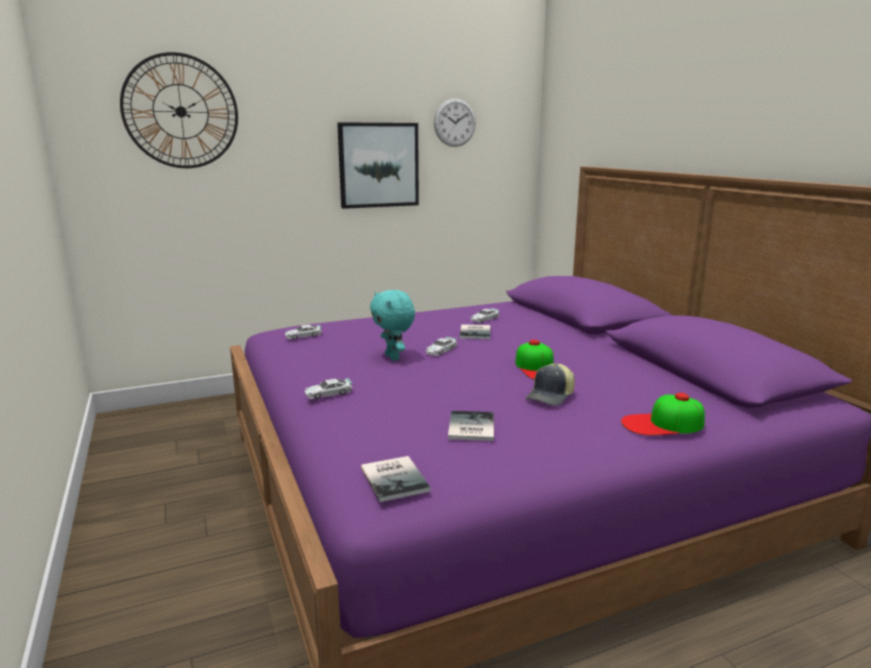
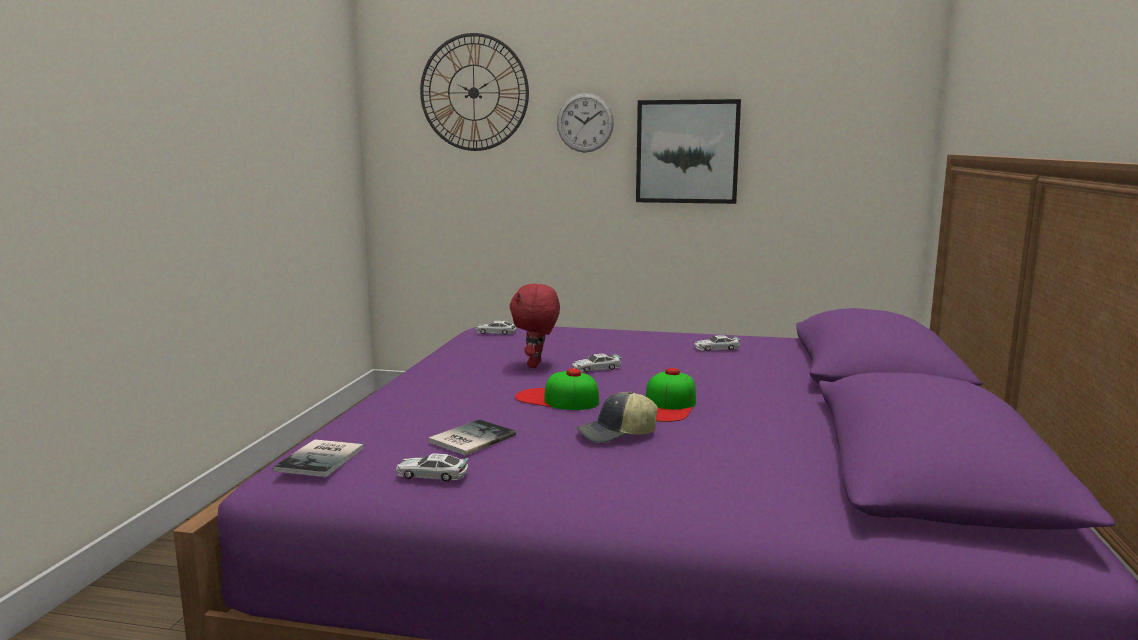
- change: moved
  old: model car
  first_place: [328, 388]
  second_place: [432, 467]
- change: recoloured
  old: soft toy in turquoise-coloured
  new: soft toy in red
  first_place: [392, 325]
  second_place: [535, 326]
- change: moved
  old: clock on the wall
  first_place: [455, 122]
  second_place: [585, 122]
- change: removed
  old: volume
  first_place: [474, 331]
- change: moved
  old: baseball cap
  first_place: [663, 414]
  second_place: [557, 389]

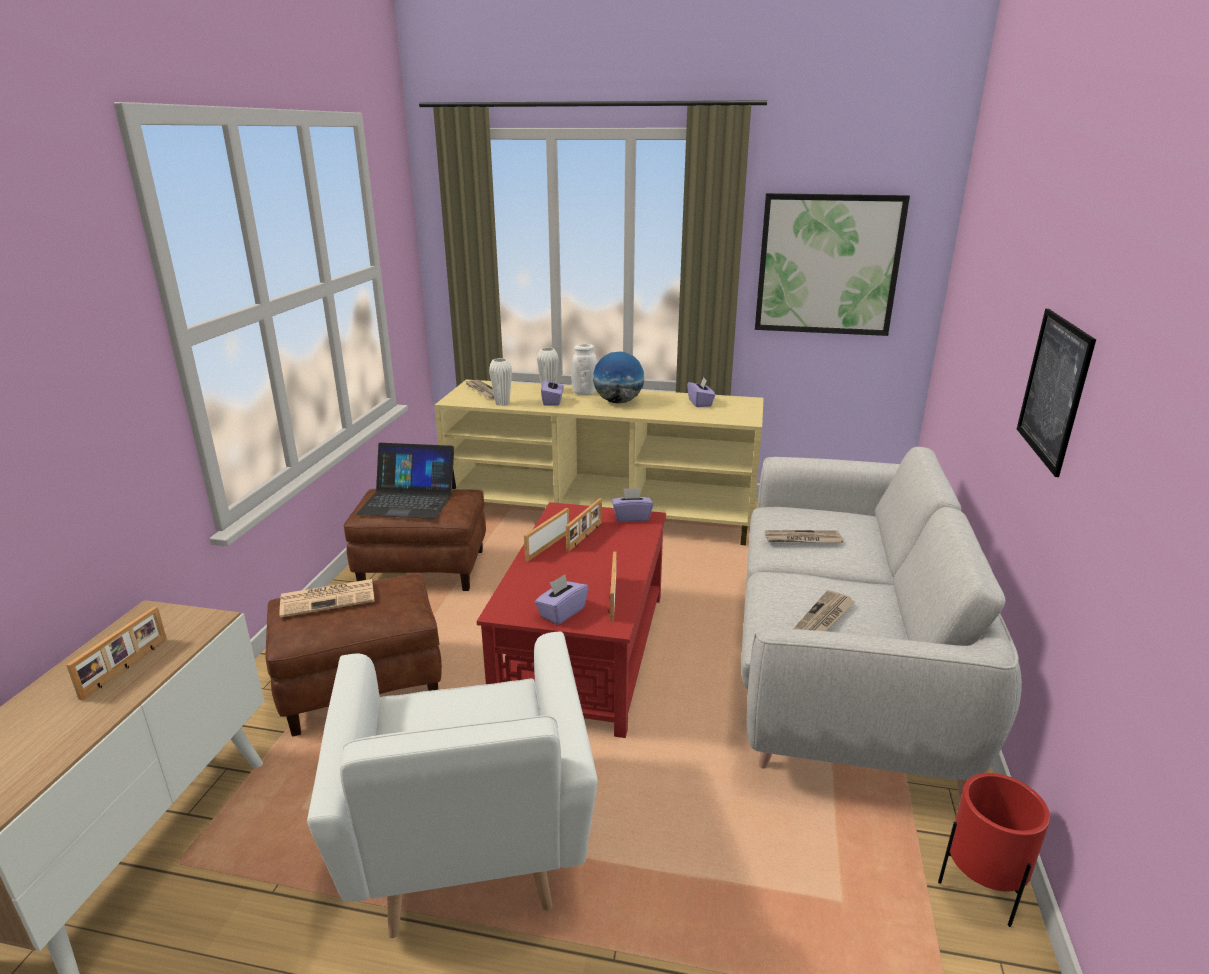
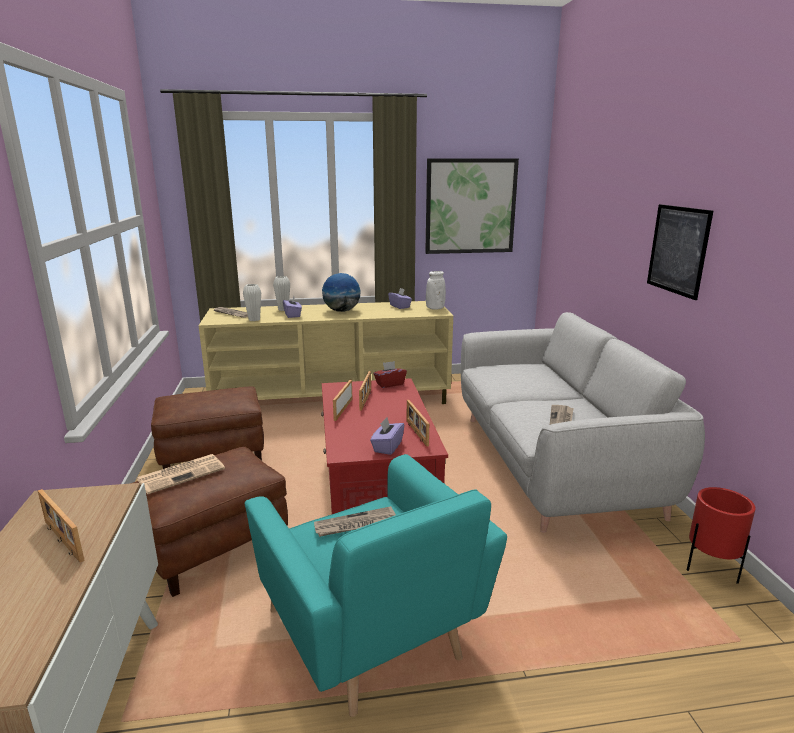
- change: turned
  old: standing frame
  first_place: [116, 653]
  second_place: [61, 526]
  degrees: 135
- change: recoloured
  old: easy chair in whitish
  new: easy chair in turquoise-coloured
  first_place: [452, 785]
  second_place: [376, 585]
- change: removed
  old: laptop
  first_place: [406, 481]
- change: moved
  old: vase in whitish
  first_place: [584, 369]
  second_place: [436, 290]
- change: recoloured
  old: tissue holder in purple-coloured
  new: tissue holder in red
  first_place: [632, 505]
  second_place: [390, 374]
- change: moved
  old: daily paper
  first_place: [804, 536]
  second_place: [355, 521]

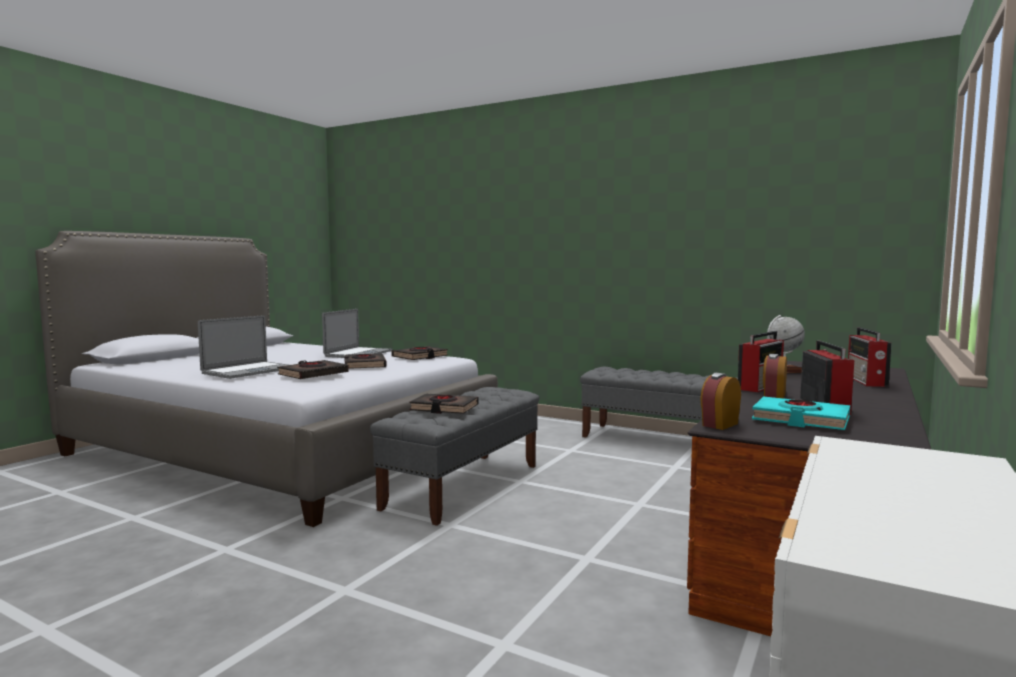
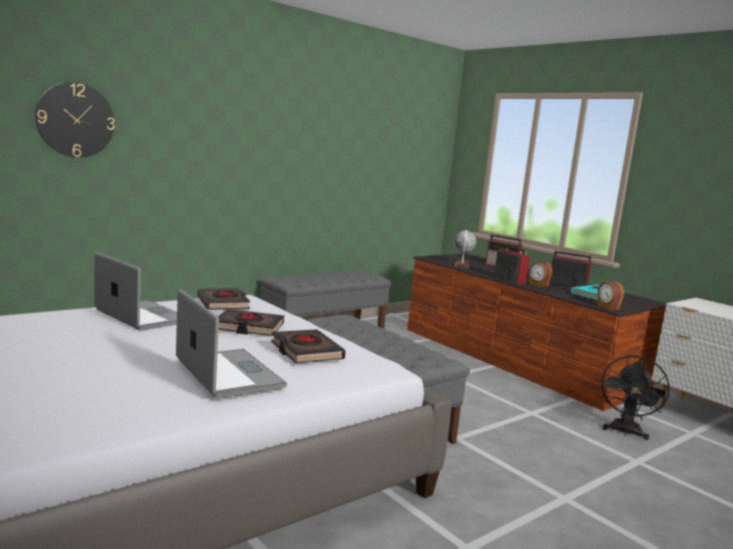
- change: removed
  old: volume in black
  first_place: [443, 404]
- change: added
  new: clock on the wall
  second_place: [75, 120]
- change: added
  new: fan in black
  second_place: [635, 397]

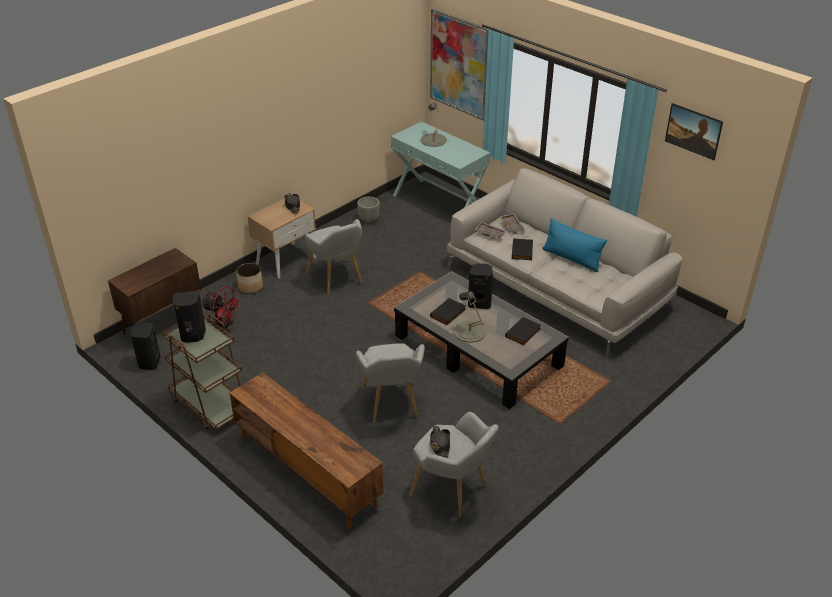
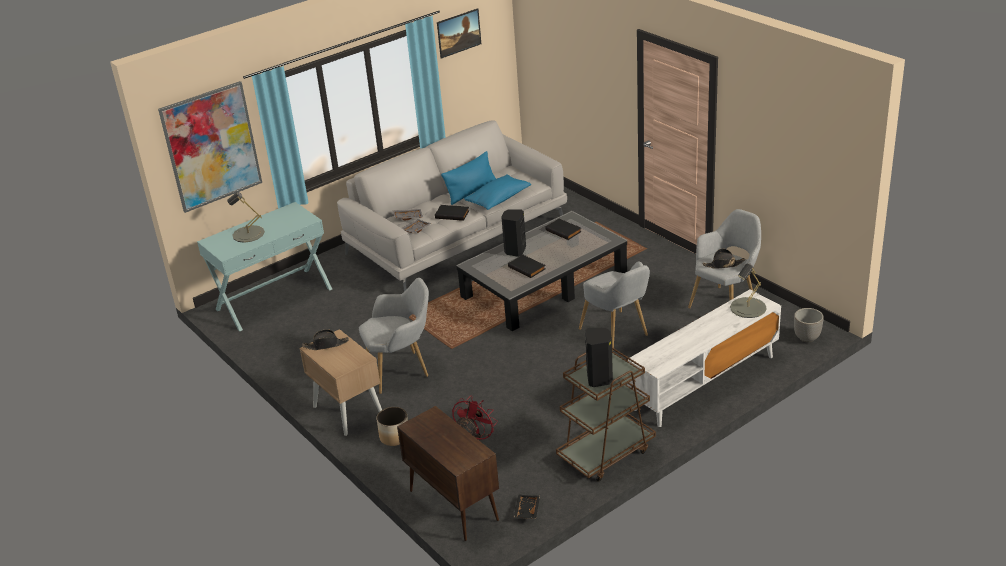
- change: replaced
  old: speaker in black
  new: tray in black
  first_place: [145, 346]
  second_place: [527, 506]
- change: recoloured
  old: tv unit in brown
  new: tv unit in whitish
  first_place: [306, 450]
  second_place: [704, 358]
- change: turned
  old: easy chair in gray
  first_place: [390, 383]
  second_place: [614, 306]
  degrees: 60
- change: moved
  old: plant pot
  first_place: [368, 210]
  second_place: [809, 325]
- change: moved
  old: lamp for a table in gray
  first_place: [470, 317]
  second_place: [748, 290]
- change: added
  new: pillow in bluish
  second_place: [497, 192]

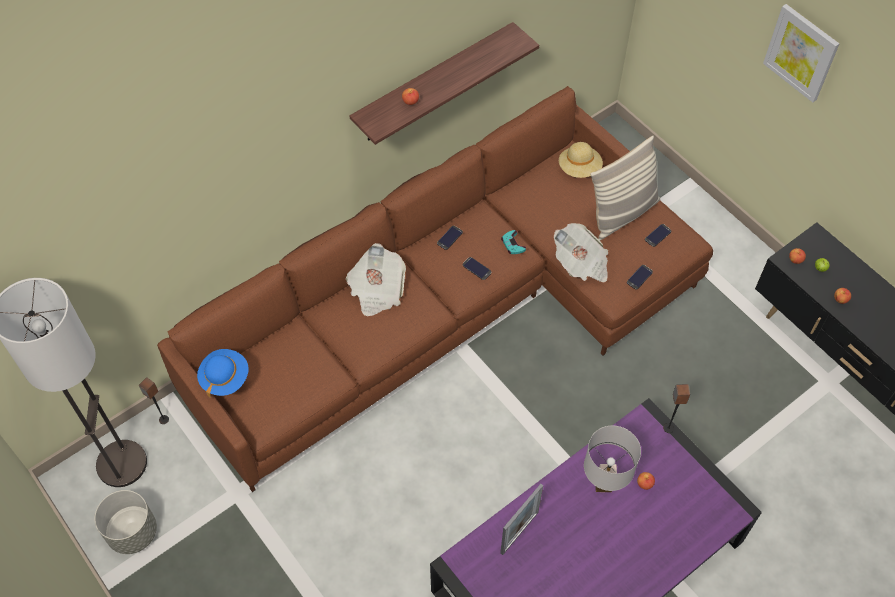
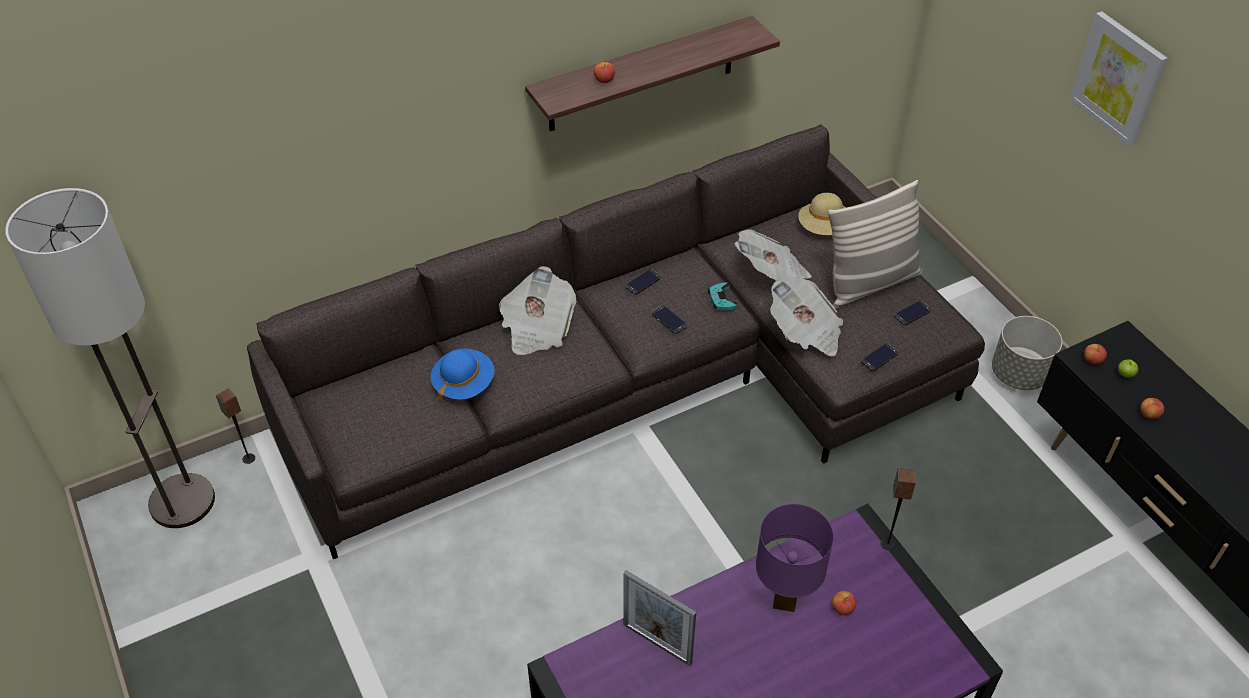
- change: moved
  old: plant pot in gray
  first_place: [125, 522]
  second_place: [1027, 353]
- change: recoloured
  old: settee in brown
  new: settee in gray
  first_place: [435, 289]
  second_place: [616, 341]
- change: moved
  old: wearable hat in bluish
  first_place: [223, 373]
  second_place: [462, 375]
- change: turned
  old: standing frame
  first_place: [521, 519]
  second_place: [659, 618]
  degrees: 75
- change: recoloured
  old: lamp for a table in whitish
  new: lamp for a table in purple-coloured
  first_place: [612, 459]
  second_place: [795, 558]
- change: added
  new: daily paper
  second_place: [772, 255]

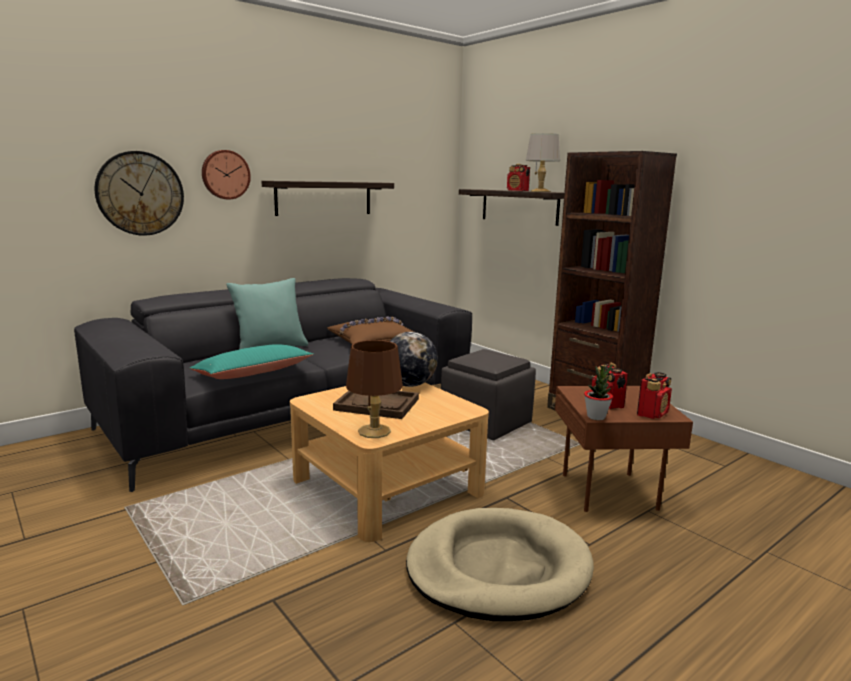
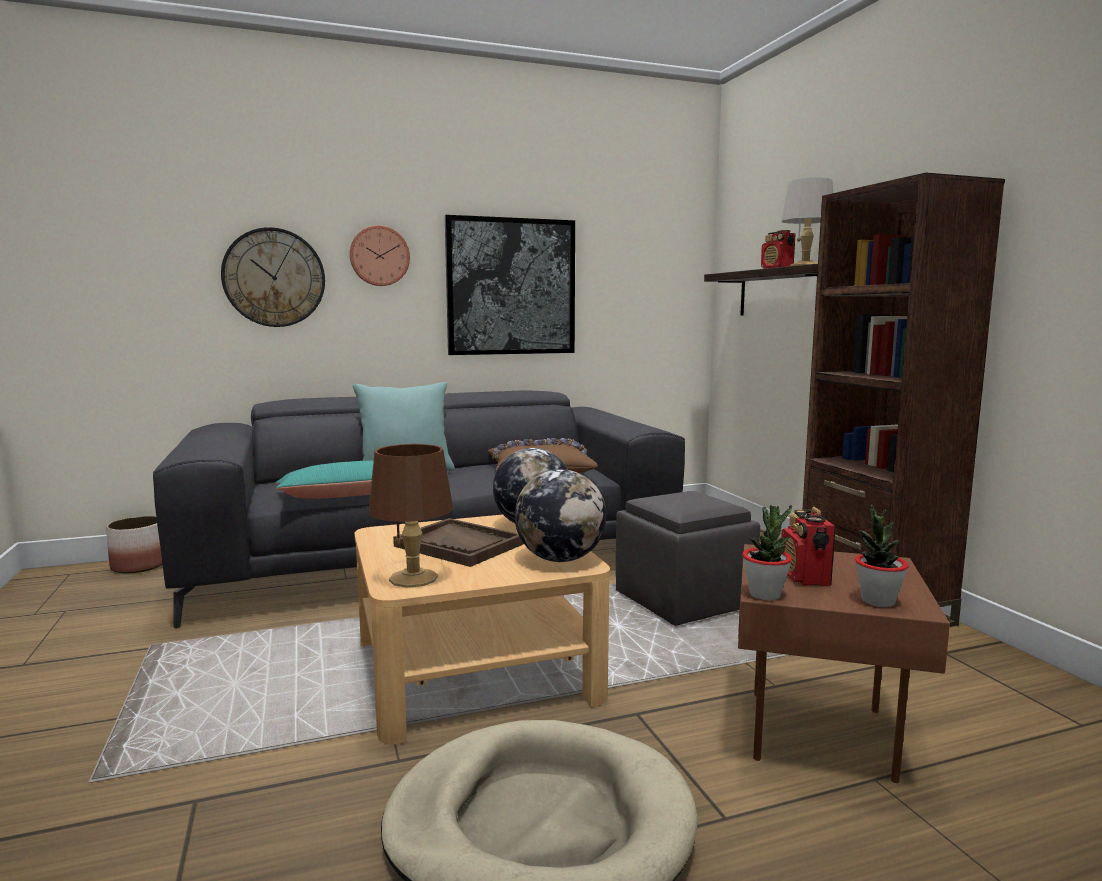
- change: replaced
  old: bracket shelf
  new: picture
  first_place: [327, 198]
  second_place: [510, 285]
- change: replaced
  old: radio receiver
  new: plant in a pot
  first_place: [654, 395]
  second_place: [882, 555]
- change: added
  new: plant pot
  second_place: [134, 544]
- change: added
  new: desk globe
  second_place: [560, 515]

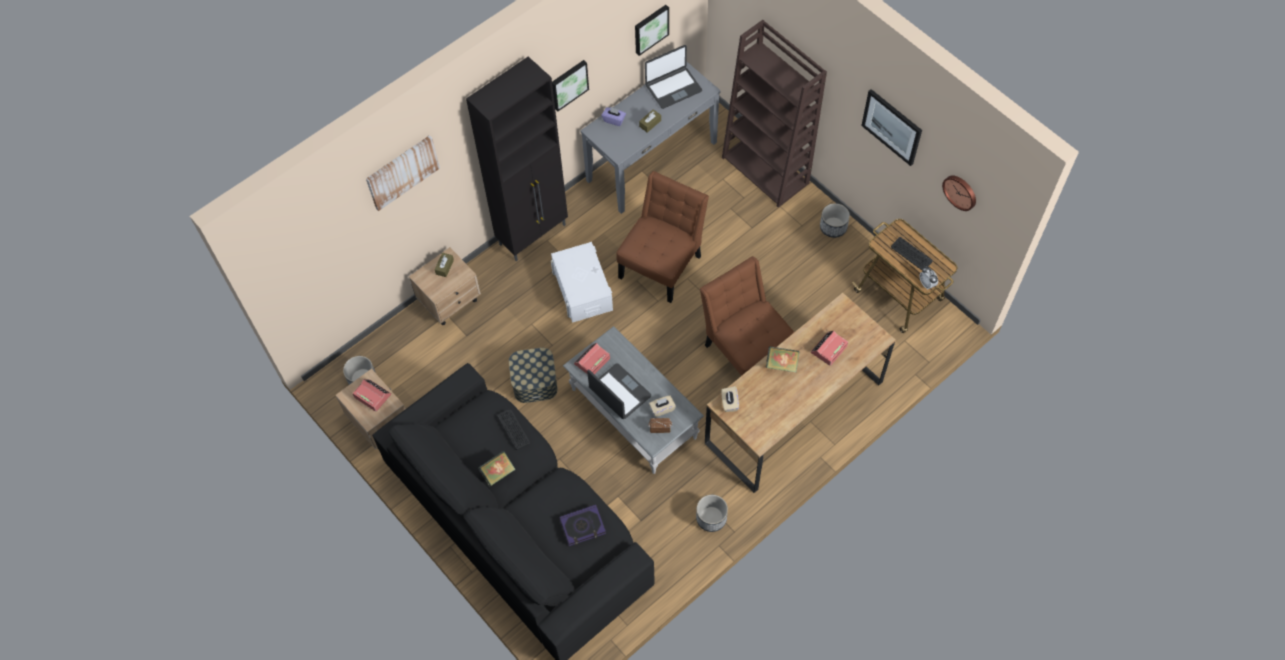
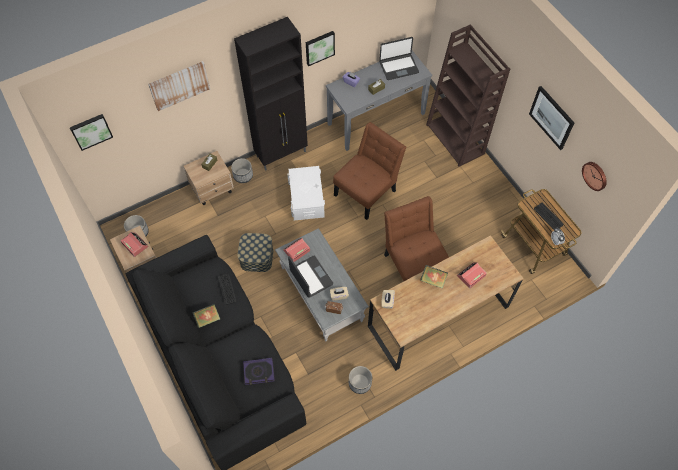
- change: moved
  old: picture
  first_place: [652, 30]
  second_place: [91, 132]
- change: moved
  old: plant pot
  first_place: [835, 220]
  second_place: [242, 170]

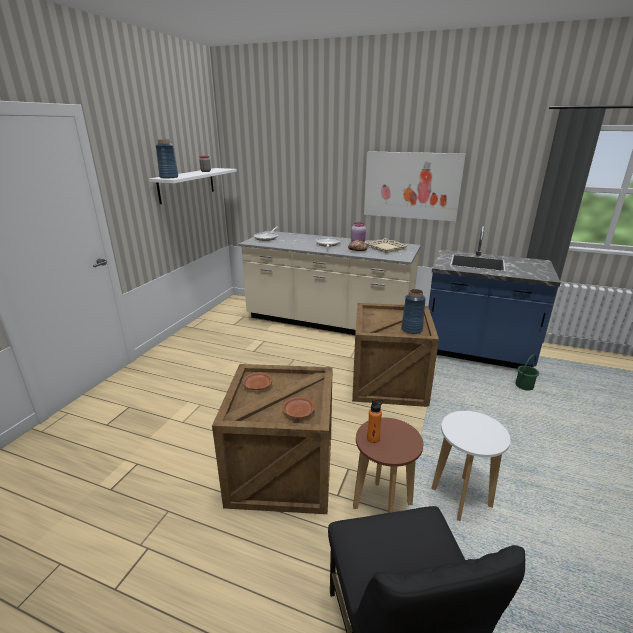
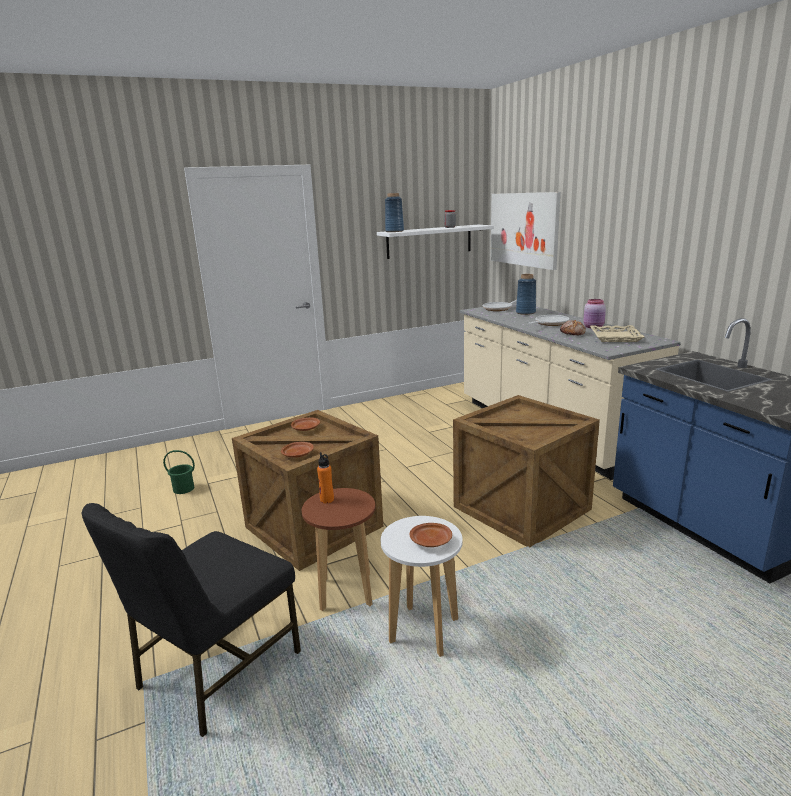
- change: moved
  old: picture
  first_place: [415, 186]
  second_place: [525, 231]
- change: moved
  old: vase in bluish
  first_place: [413, 311]
  second_place: [526, 294]
- change: moved
  old: bucket in greenish
  first_place: [527, 372]
  second_place: [179, 472]
- change: added
  new: dinner plate in brown
  second_place: [431, 535]

